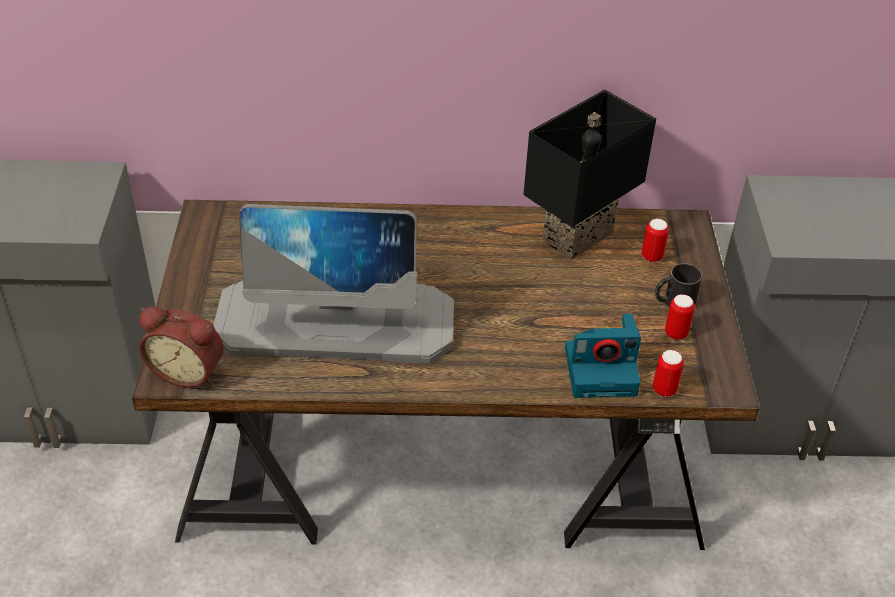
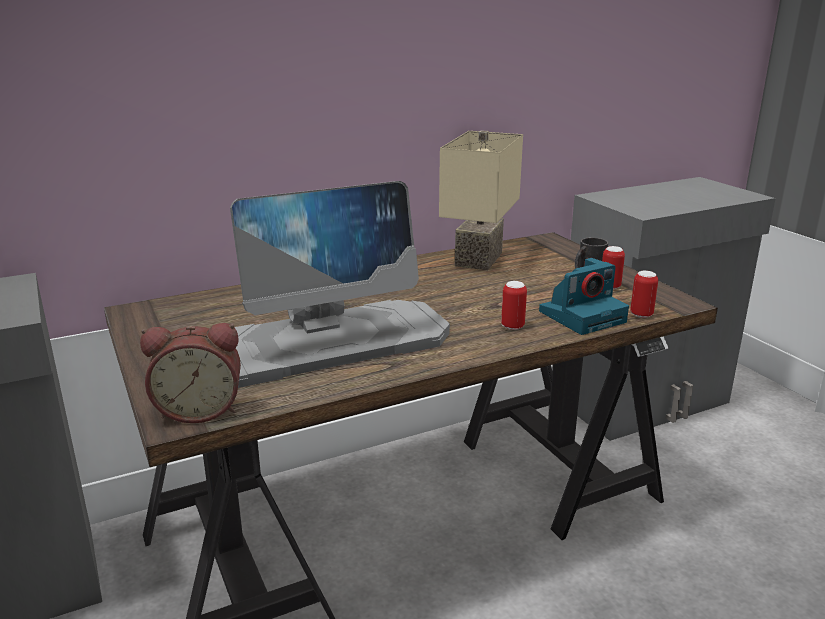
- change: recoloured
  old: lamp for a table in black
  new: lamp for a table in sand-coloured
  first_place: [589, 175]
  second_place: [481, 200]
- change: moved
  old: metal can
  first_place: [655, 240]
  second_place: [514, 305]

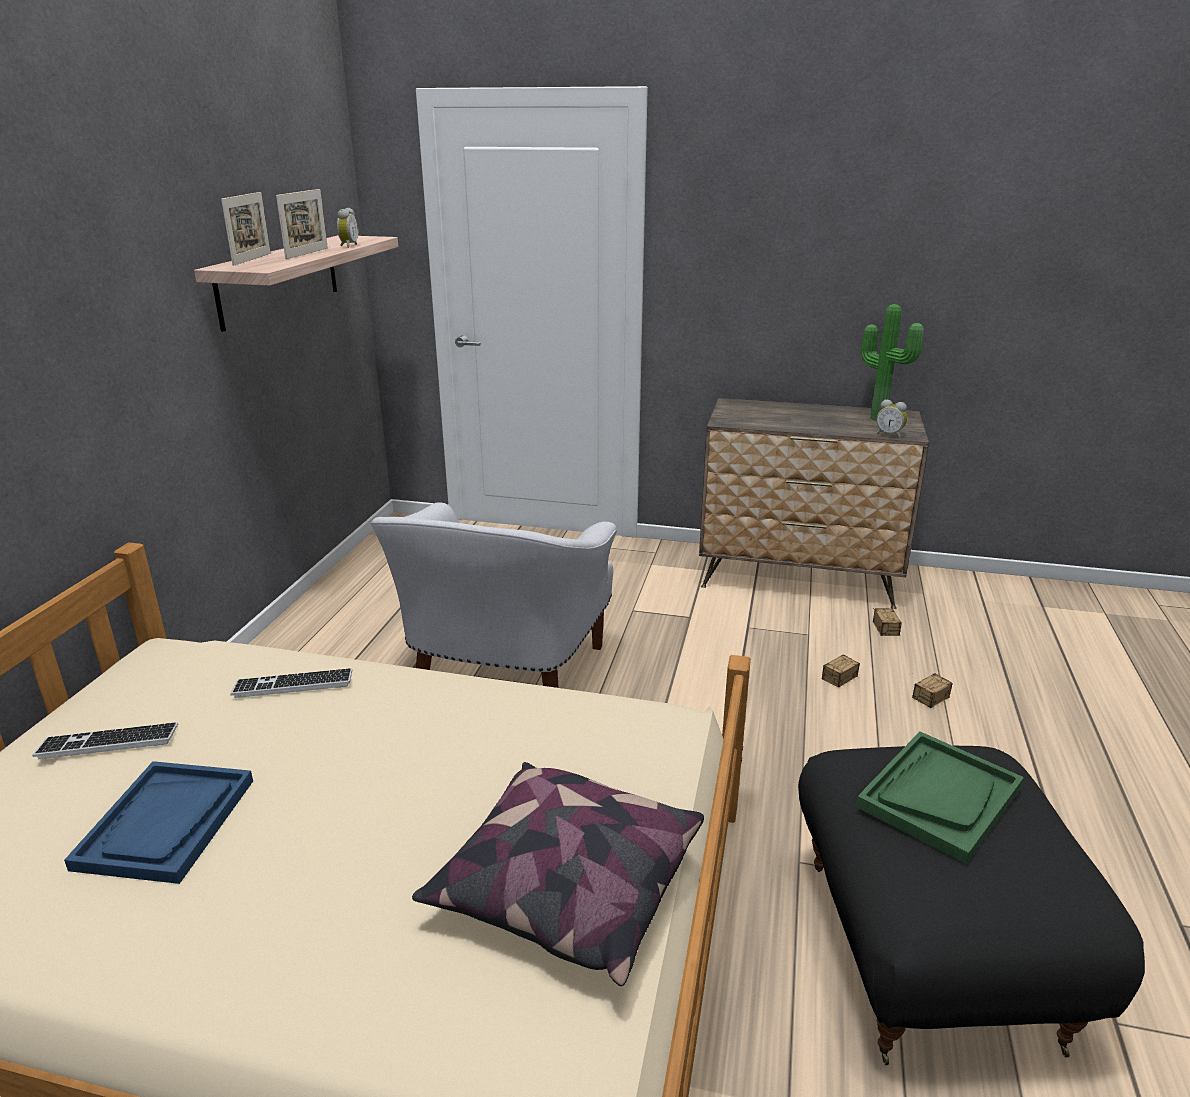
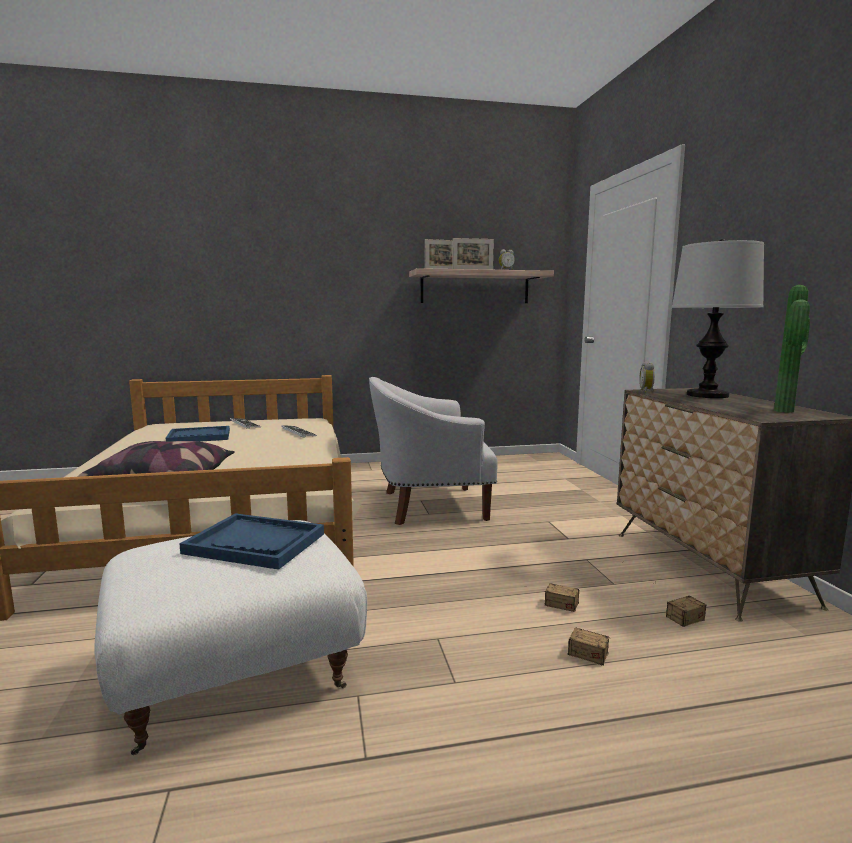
- change: recoloured
  old: ottoman in black
  new: ottoman in whitish
  first_place: [971, 905]
  second_place: [230, 637]
- change: recoloured
  old: tray in greenish
  new: tray in bluish
  first_place: [940, 797]
  second_place: [251, 541]
- change: moved
  old: alarm clock
  first_place: [891, 418]
  second_place: [647, 377]
- change: added
  new: lamp for a table
  second_place: [718, 318]

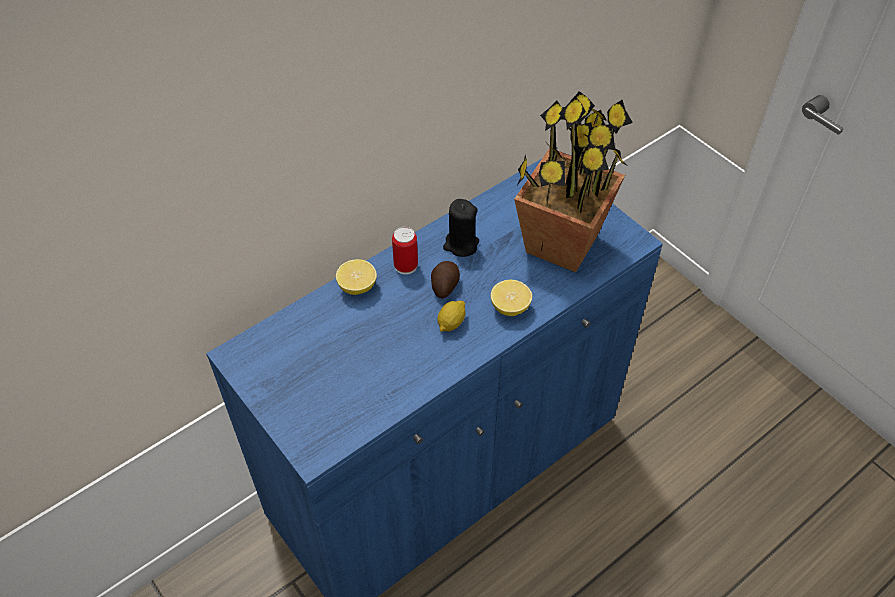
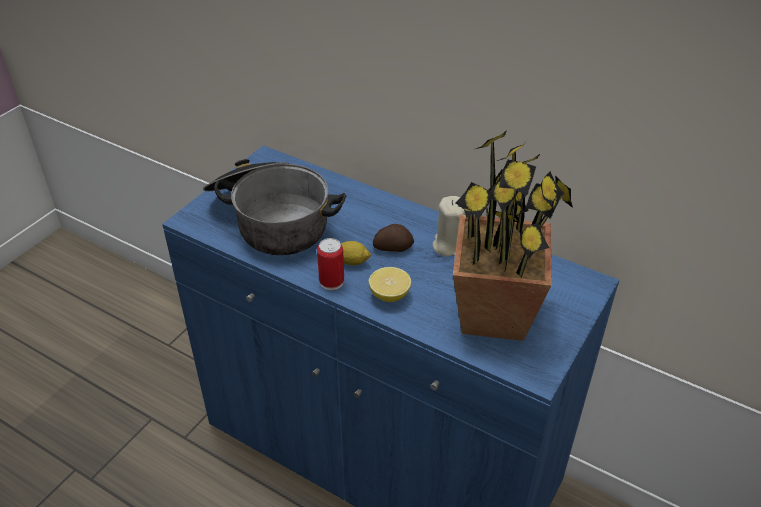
- change: removed
  old: whole lemon
  first_place: [356, 277]
- change: moved
  old: metal can
  first_place: [405, 251]
  second_place: [330, 264]
- change: recoloured
  old: candle in black
  new: candle in sand-coloured
  first_place: [461, 228]
  second_place: [448, 226]
- change: added
  new: cooking pot
  second_place: [274, 207]

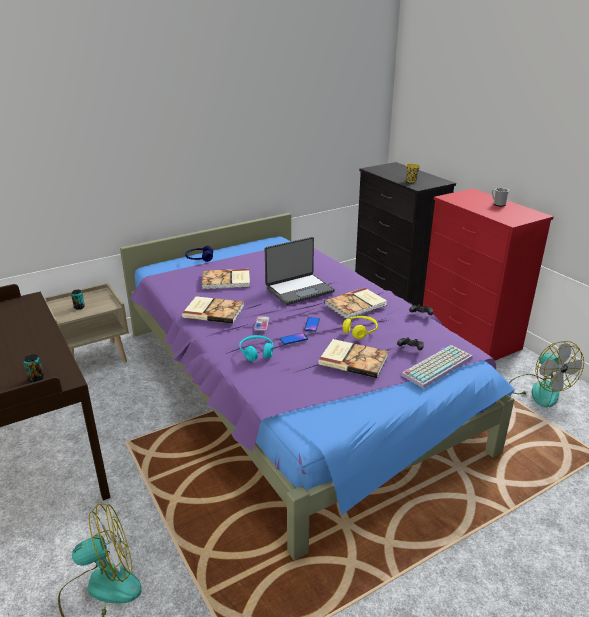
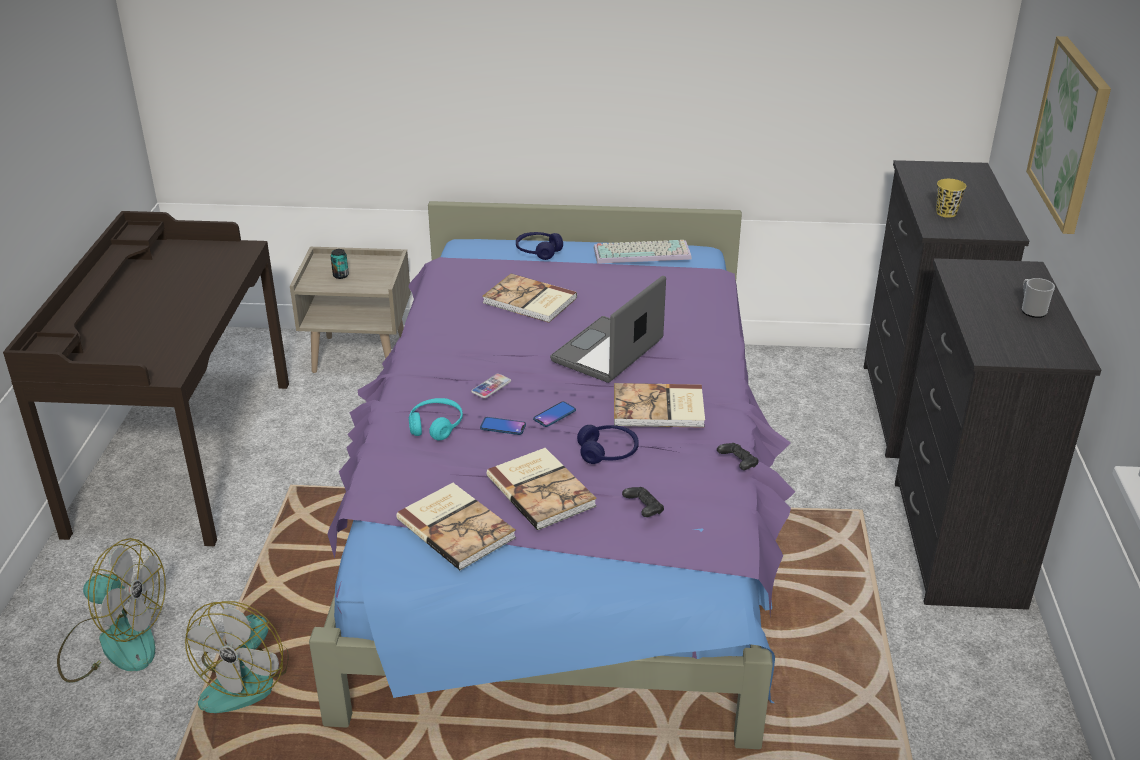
- change: removed
  old: metal can
  first_place: [34, 368]
- change: moved
  old: volume
  first_place: [213, 310]
  second_place: [456, 526]
- change: turned
  old: laptop
  first_place: [300, 271]
  second_place: [608, 329]
  degrees: 120
- change: recoloured
  old: headphones in yellow
  new: headphones in bluish
  first_place: [360, 327]
  second_place: [608, 444]
- change: moved
  old: PC keyboard
  first_place: [437, 366]
  second_place: [643, 252]
- change: recoloured
  old: chest of drawers in red
  new: chest of drawers in black
  first_place: [488, 274]
  second_place: [998, 434]
- change: moved
  old: fan
  first_place: [546, 374]
  second_place: [237, 657]
- change: added
  new: picture
  second_place: [1068, 135]

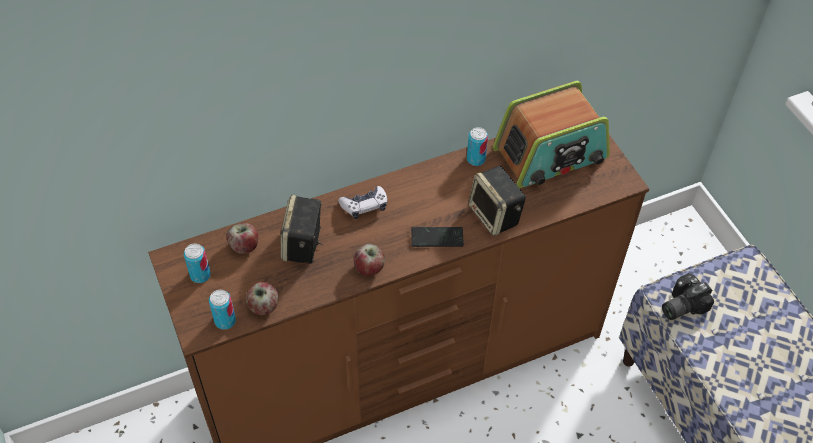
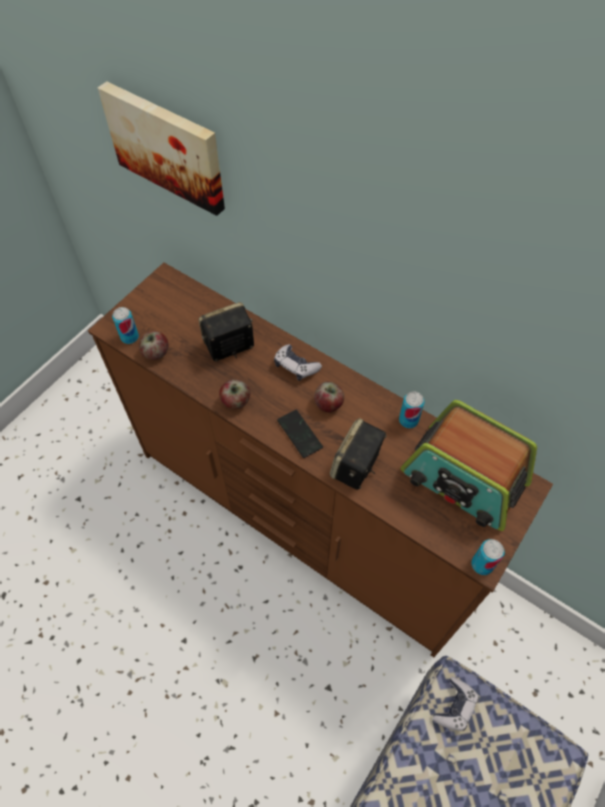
- change: moved
  old: metal can
  first_place: [197, 263]
  second_place: [488, 557]
- change: moved
  old: whole apple
  first_place: [242, 238]
  second_place: [329, 397]
- change: replaced
  old: still camera
  new: gamepad
  first_place: [688, 296]
  second_place: [455, 704]
- change: added
  new: picture
  second_place: [161, 148]

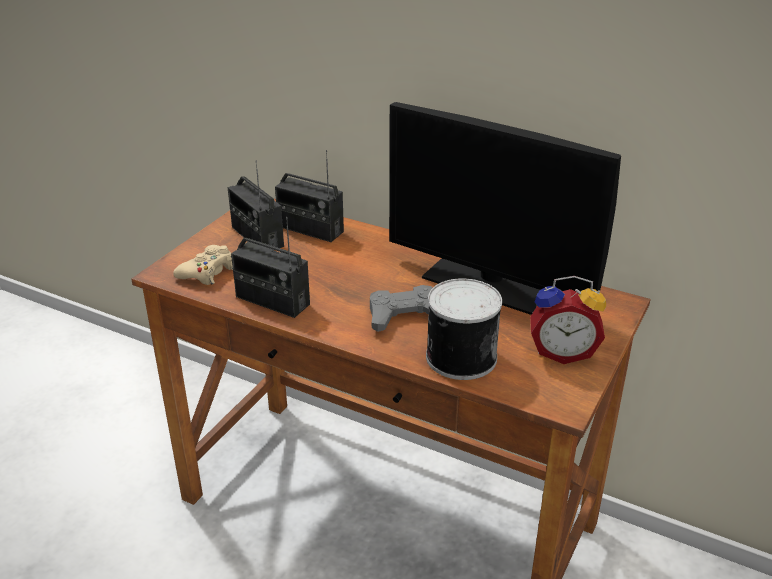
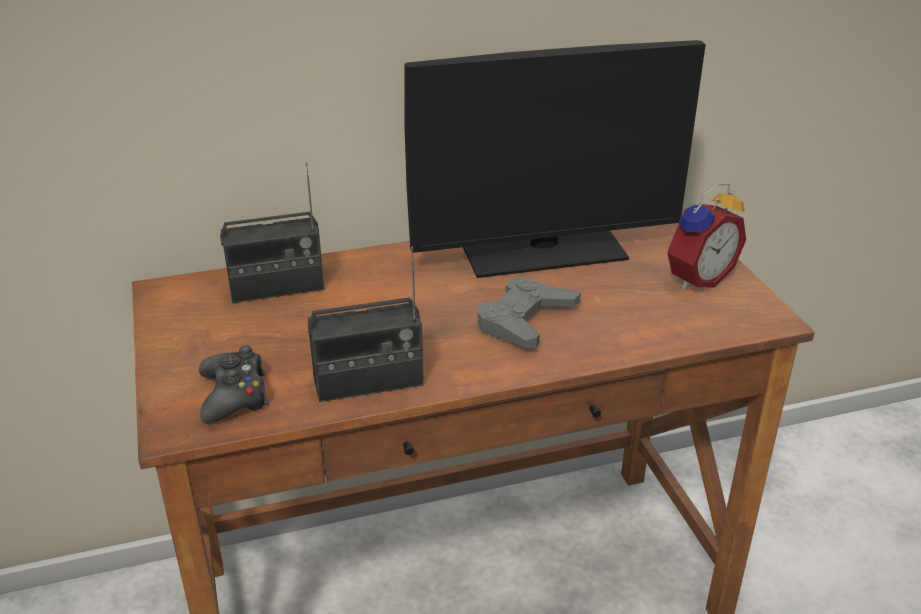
- change: recoloured
  old: gamepad in sand-coloured
  new: gamepad in black
  first_place: [203, 265]
  second_place: [234, 384]
- change: removed
  old: radio receiver
  first_place: [256, 204]
- change: removed
  old: metal can
  first_place: [464, 329]

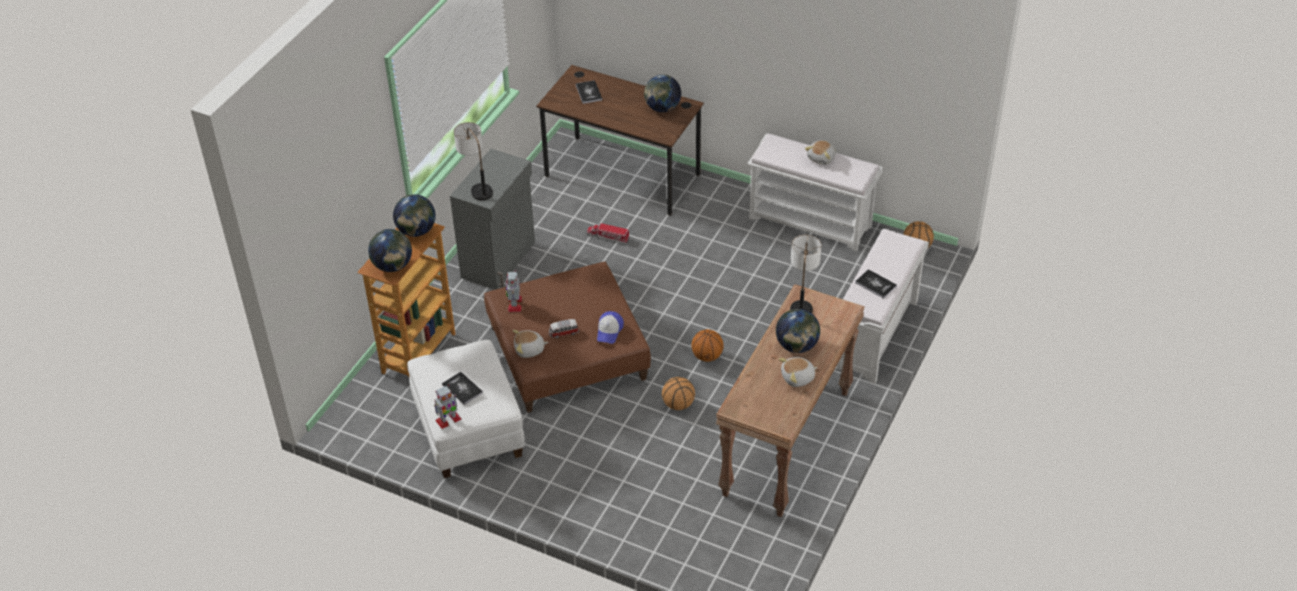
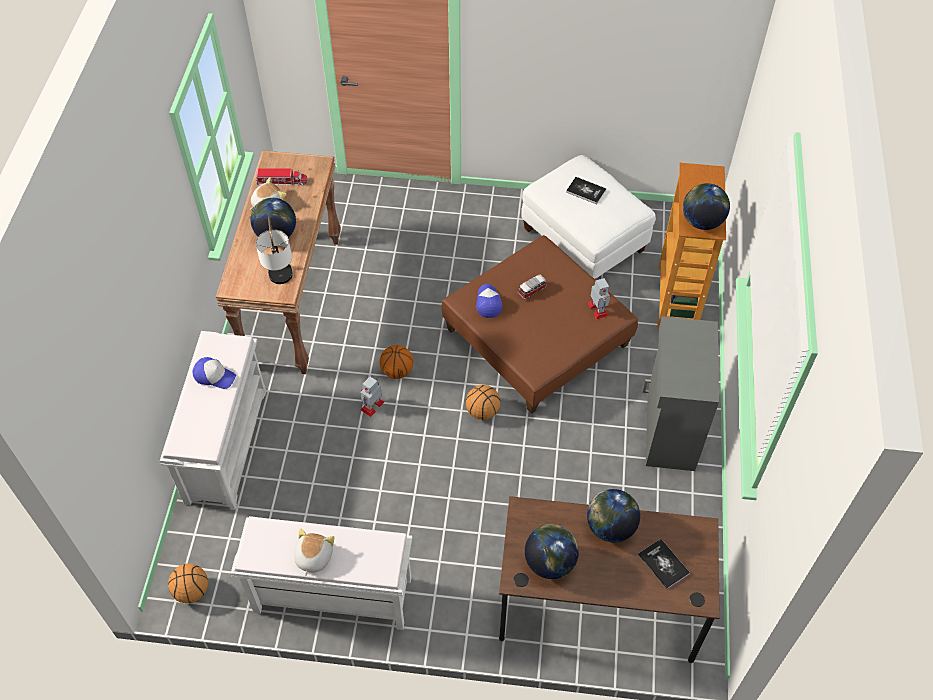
- change: moved
  old: desk globe
  first_place: [390, 250]
  second_place: [613, 516]
- change: moved
  old: toy robot
  first_place: [447, 407]
  second_place: [372, 396]
- change: removed
  old: lamp for a table
  first_place: [473, 161]
- change: removed
  old: soft toy
  first_place: [531, 344]
- change: moved
  old: toy truck
  first_place: [608, 233]
  second_place: [281, 177]
- change: moved
  old: ball for basketball
  first_place: [678, 393]
  second_place: [483, 402]
- change: replaced
  old: volume
  new: baseball cap
  first_place: [876, 284]
  second_place: [214, 373]

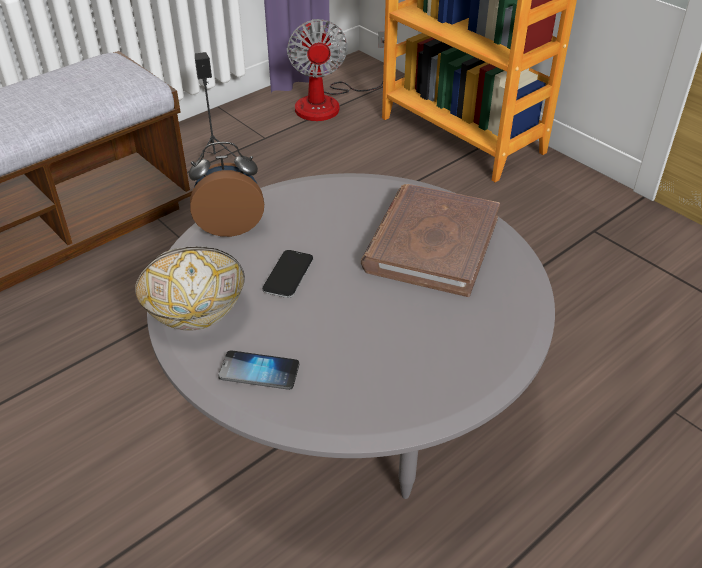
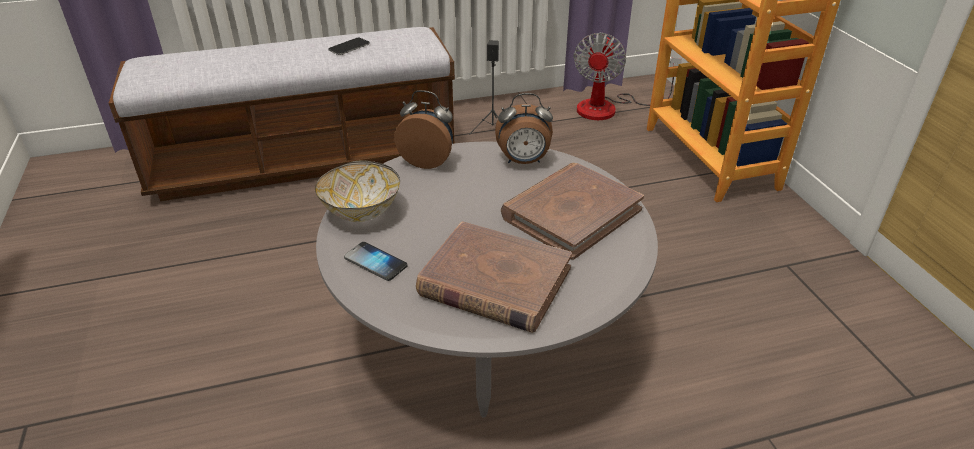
- change: moved
  old: phone
  first_place: [287, 274]
  second_place: [349, 46]
- change: added
  new: volume in brown
  second_place: [494, 277]
- change: added
  new: alarm clock
  second_place: [524, 128]

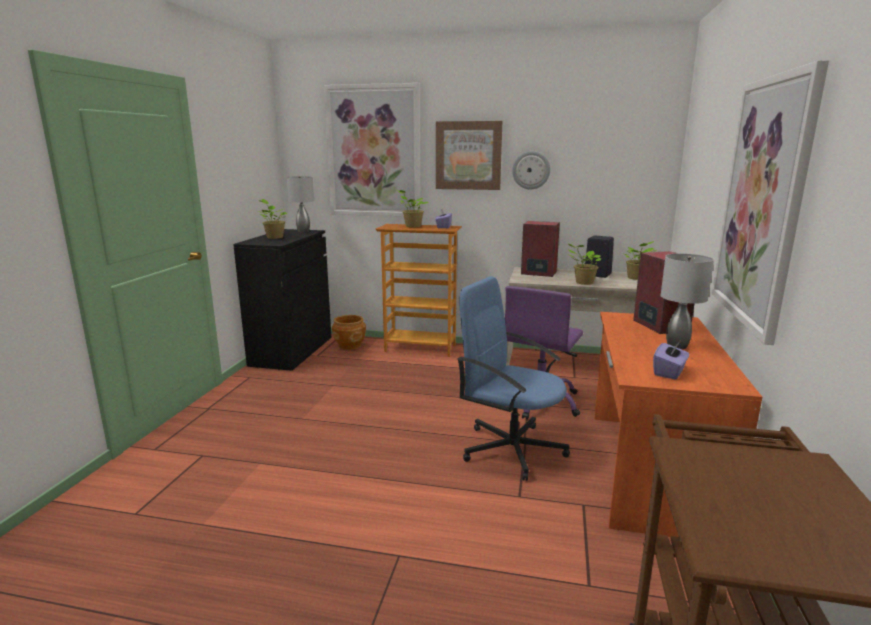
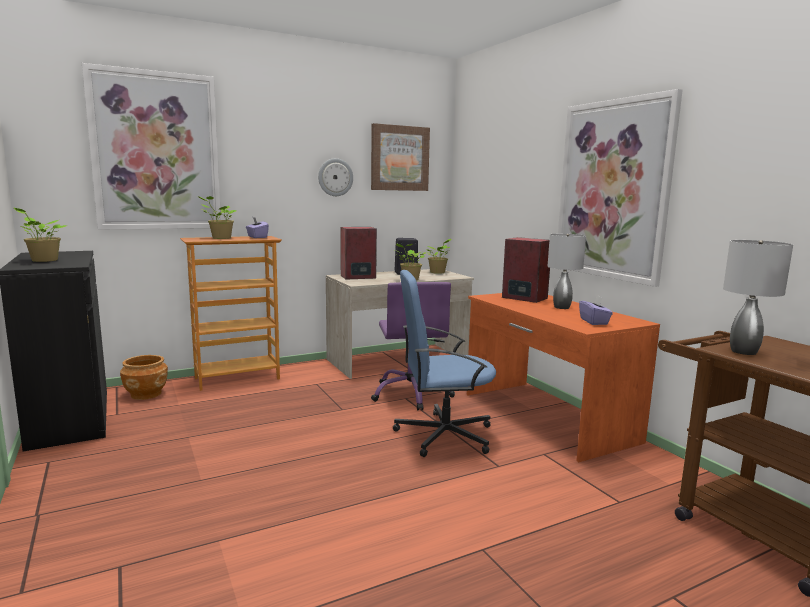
- change: moved
  old: lamp for a table in gray
  first_place: [300, 204]
  second_place: [758, 297]
- change: moved
  old: picture
  first_place: [469, 155]
  second_place: [400, 157]

